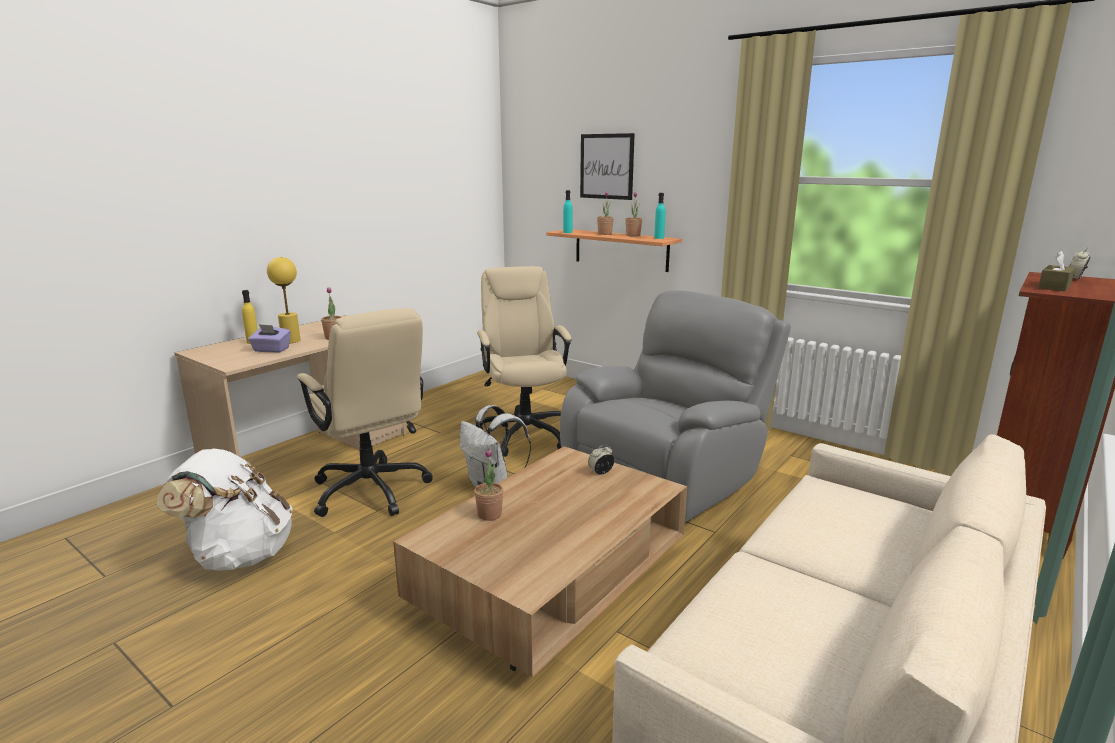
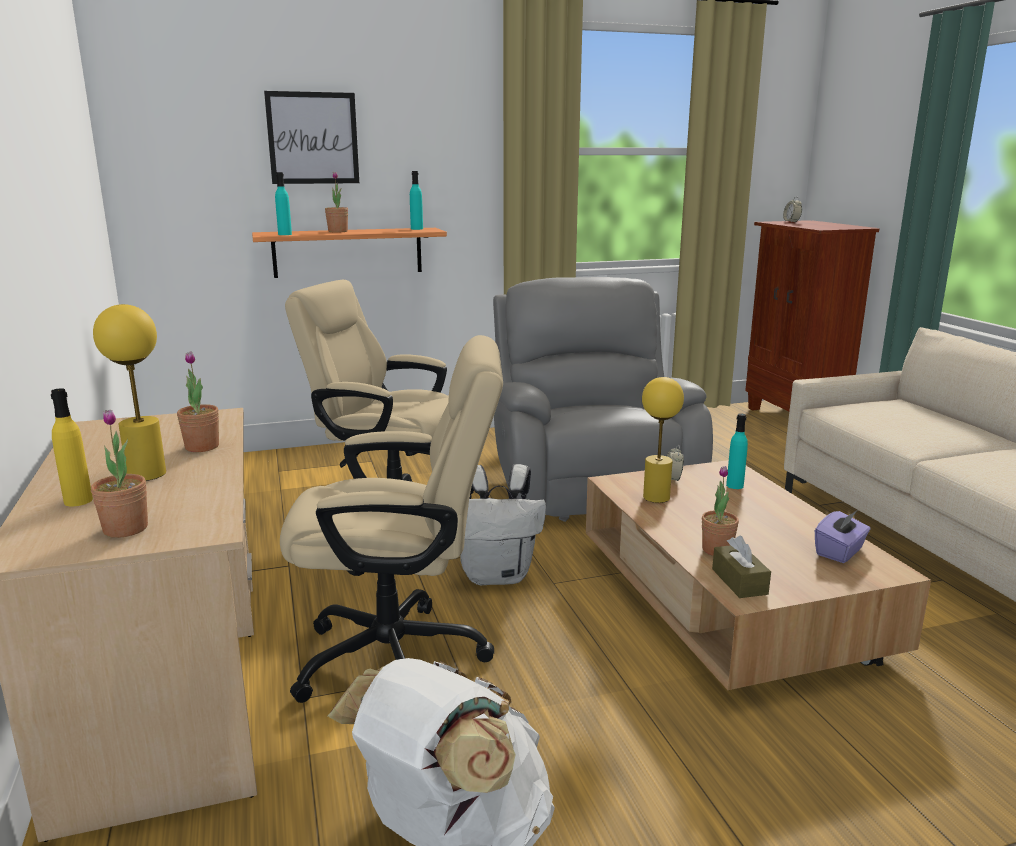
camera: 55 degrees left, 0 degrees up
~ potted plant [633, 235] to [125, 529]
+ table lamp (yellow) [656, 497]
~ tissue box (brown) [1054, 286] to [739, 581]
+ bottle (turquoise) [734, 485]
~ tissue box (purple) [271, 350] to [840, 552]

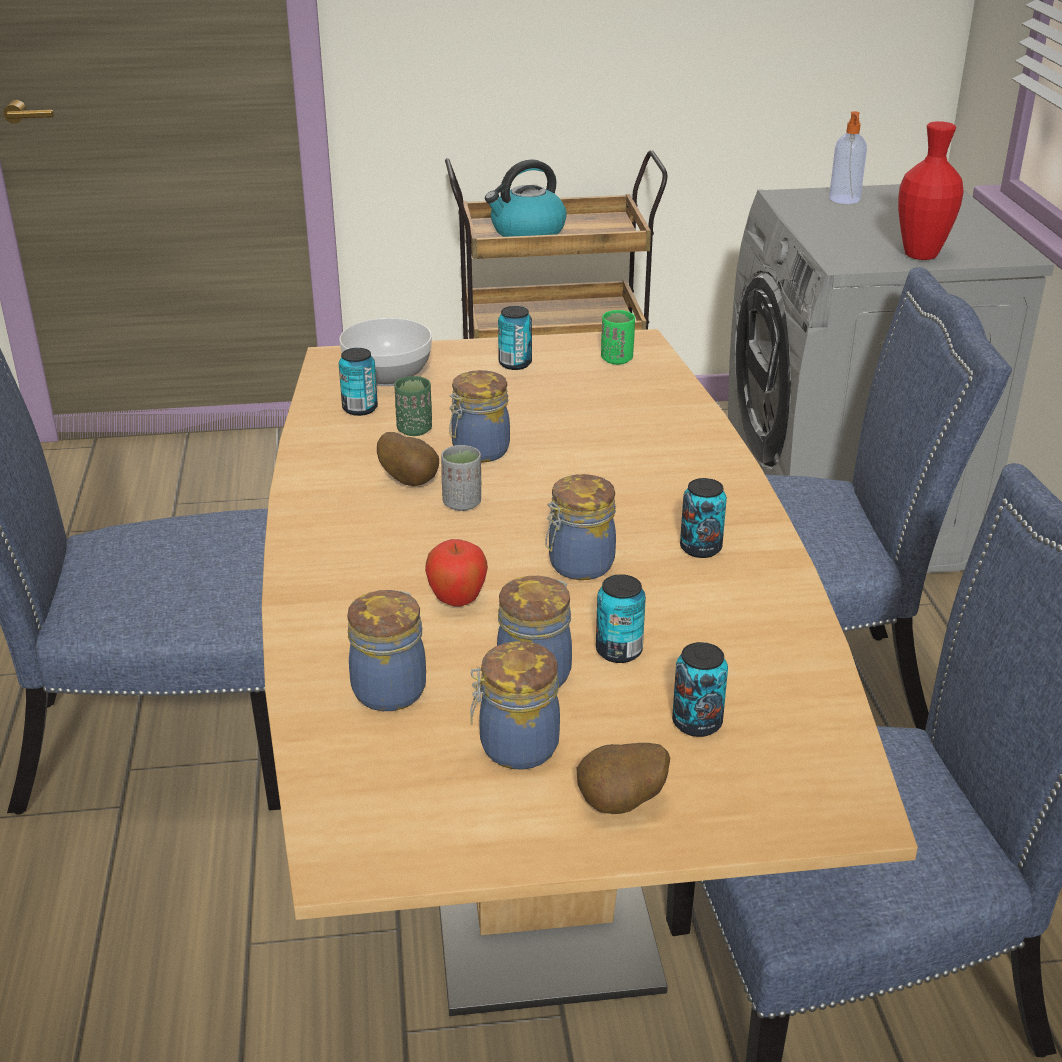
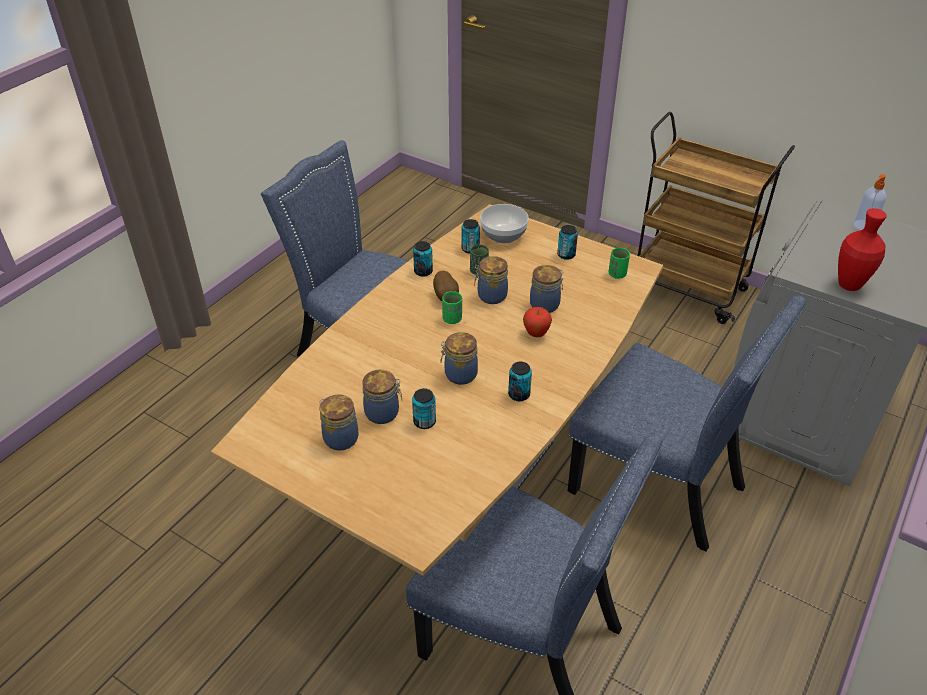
camera: 40 degrees right, 10 degrees up
~ can [697, 723] to [423, 271]
~ cup (grey) [462, 503] to cup (green) [452, 319]
~ apple [457, 601] to [536, 334]
~ jar [391, 689] to [546, 304]
- kettle [527, 232]
- potato [622, 805]

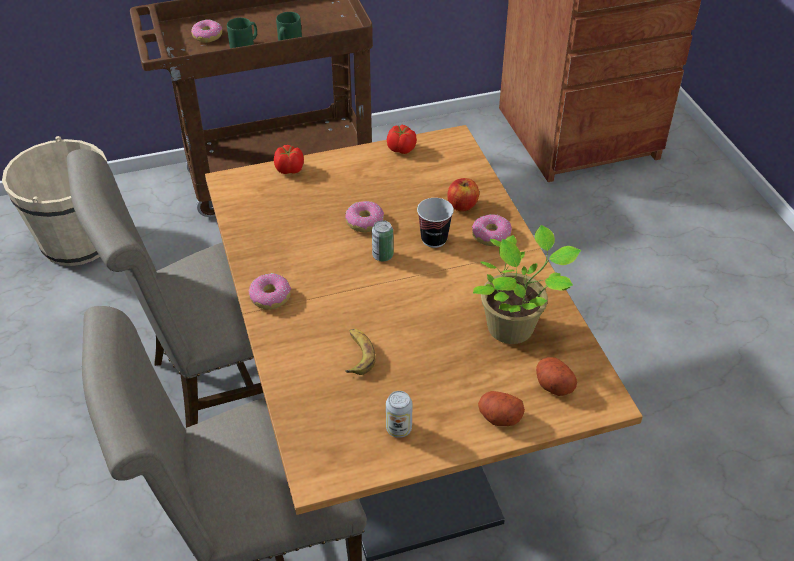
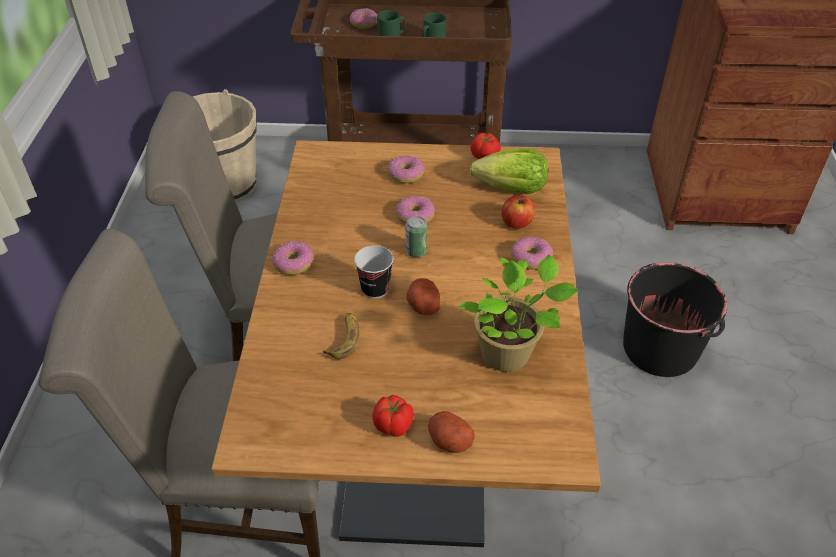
camera: 20 degrees right, 0 degrees up
~ cup [434, 239] to [375, 289]
~ tomato [290, 170] to [393, 426]
+ donut [406, 174]
~ potato [553, 384] to [423, 304]
+ lettuce [512, 189]
+ bucket (black) [661, 348]
- can [399, 428]

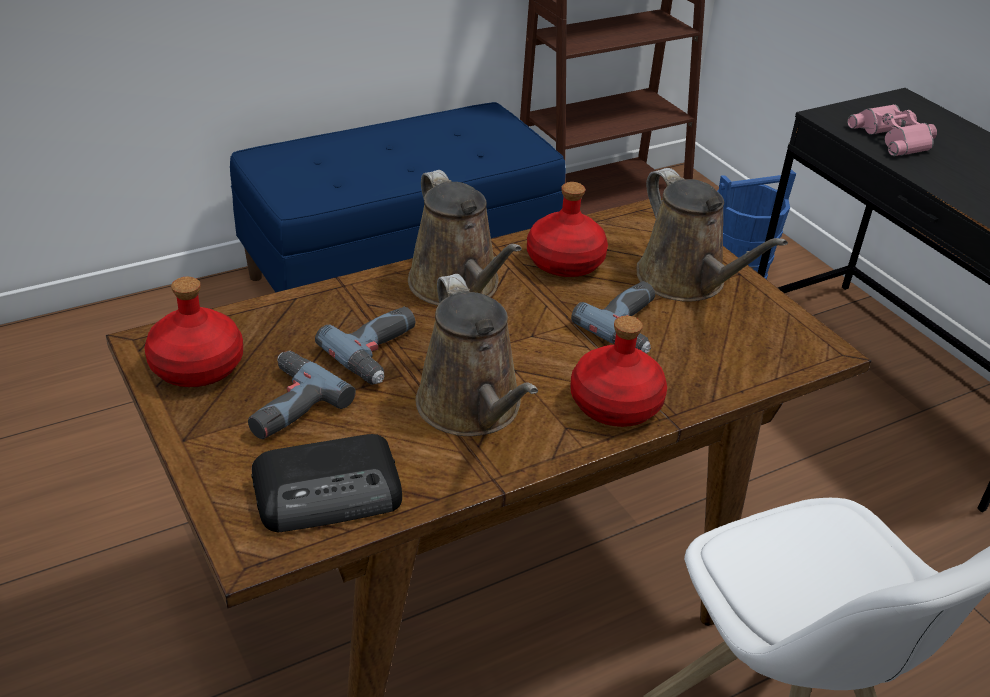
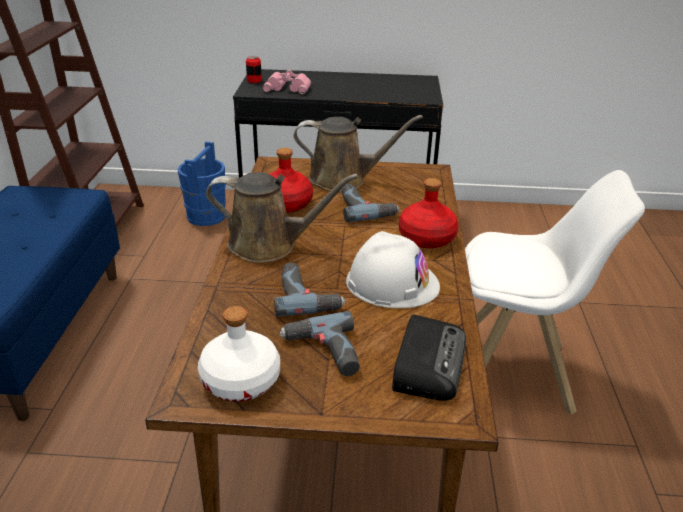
camera: 55 degrees left, 5 degrees down
~ bottle (red) [196, 367] to bottle (white) [241, 381]
+ can [254, 81]
~ watering can (brown) [473, 409] to hard hat (white) [392, 283]

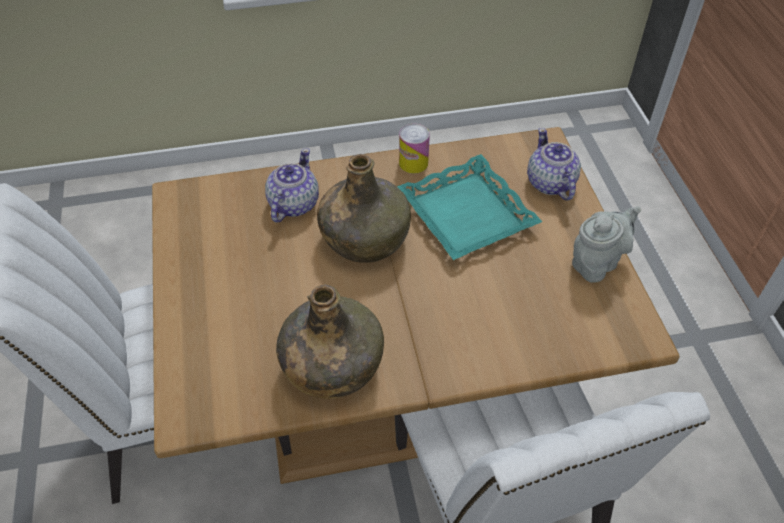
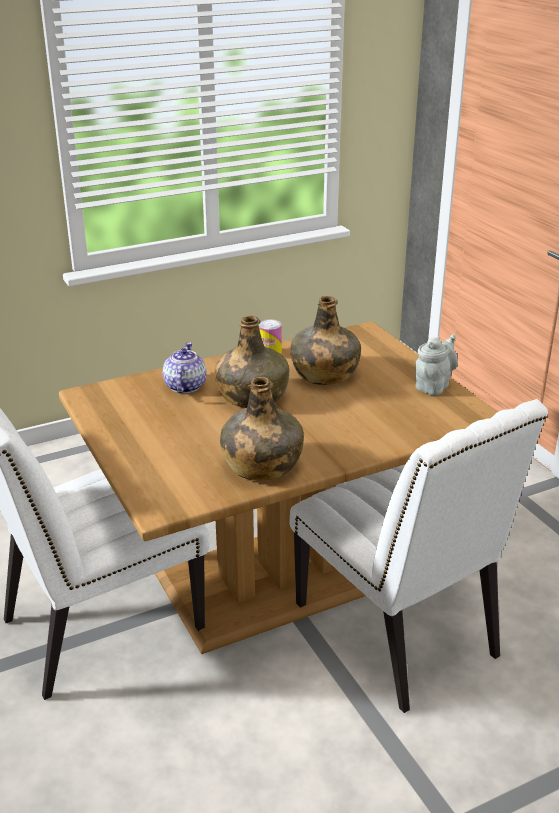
camera: 15 degrees left, 20 degrees down
~ tray (turquoise) [465, 214] to bottle (green) [324, 374]
- teapot [550, 183]

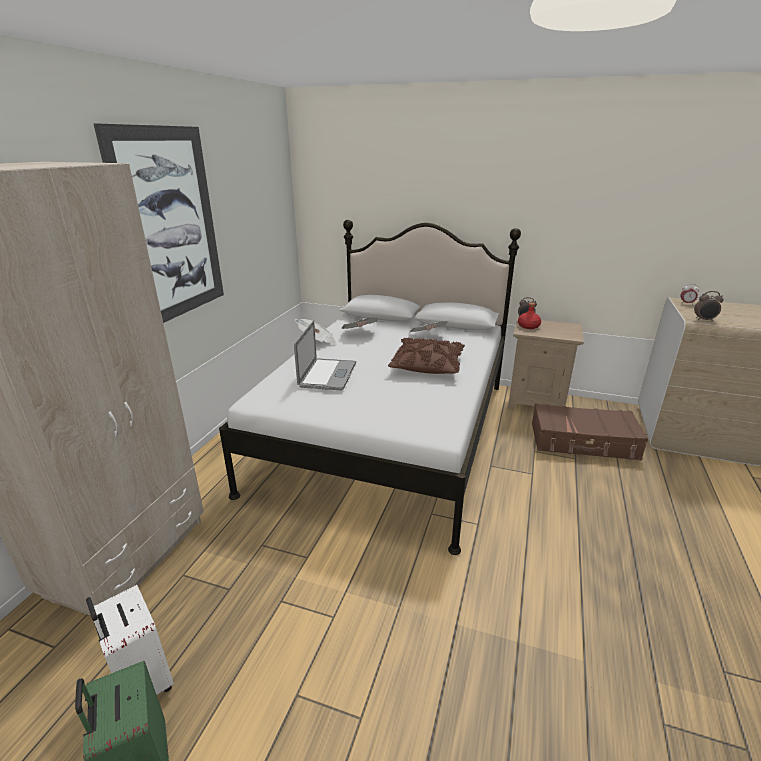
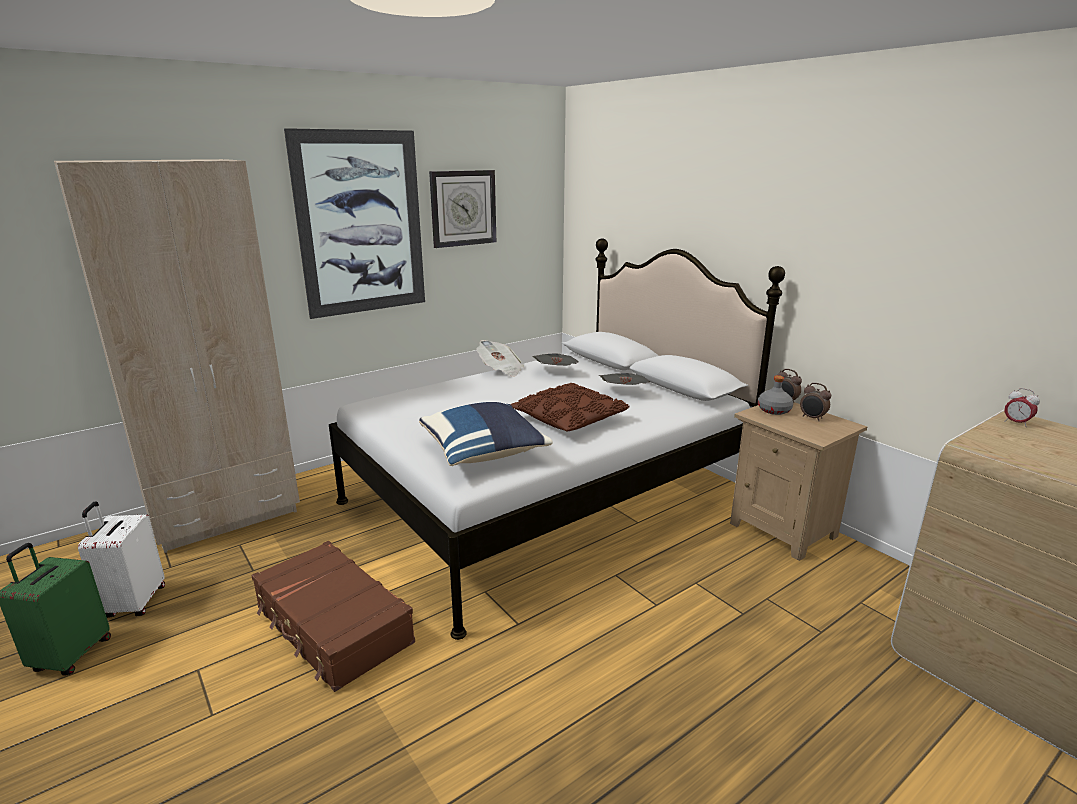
camera: 35 degrees right, 5 degrees down
~ suitcase (brown) [583, 442] to [332, 626]
+ pillow (blue) [484, 453]
+ wall clock [463, 208]
~ bottle (red) [528, 326] to bottle (grey) [774, 410]
~ alarm clock [704, 320] to [812, 418]
- laptop [328, 374]

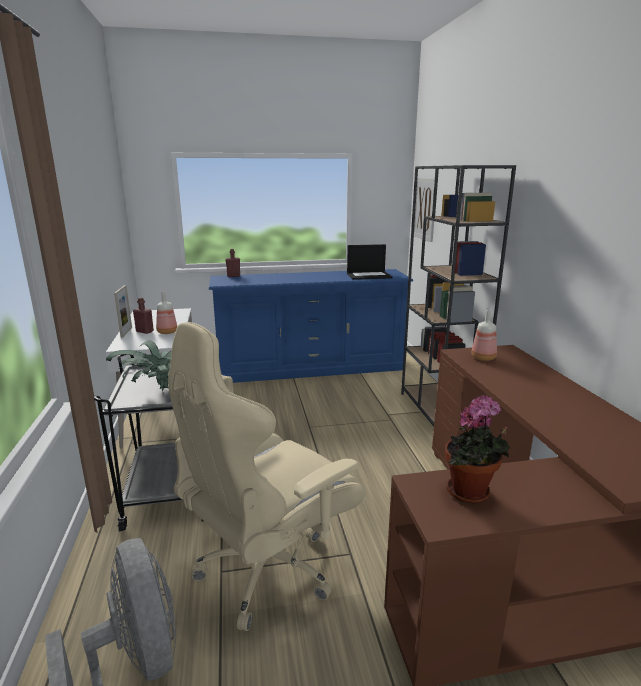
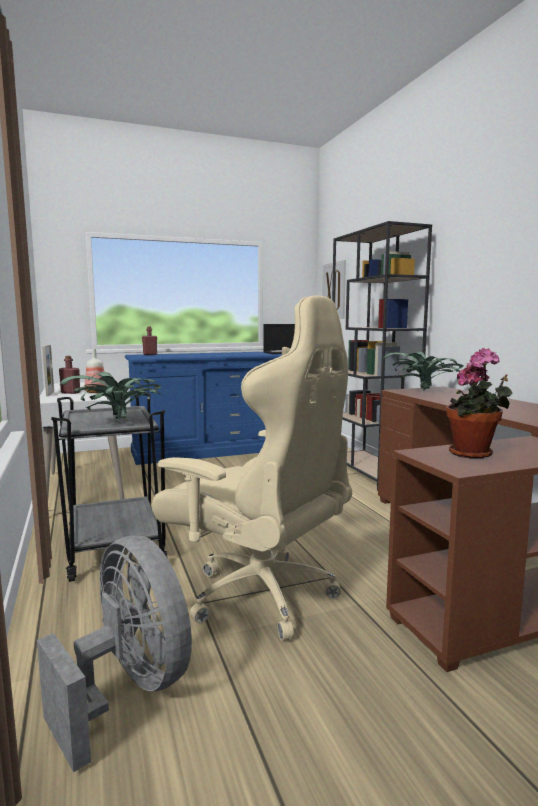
camera: 10 degrees left, 10 degrees down
~ office chair (beige) [272, 565] = [254, 593] 90 degrees counterclockwise
~ bottle [484, 358] to potted plant [424, 392]

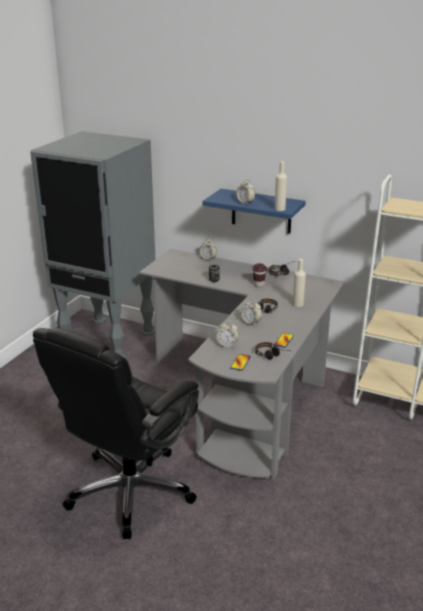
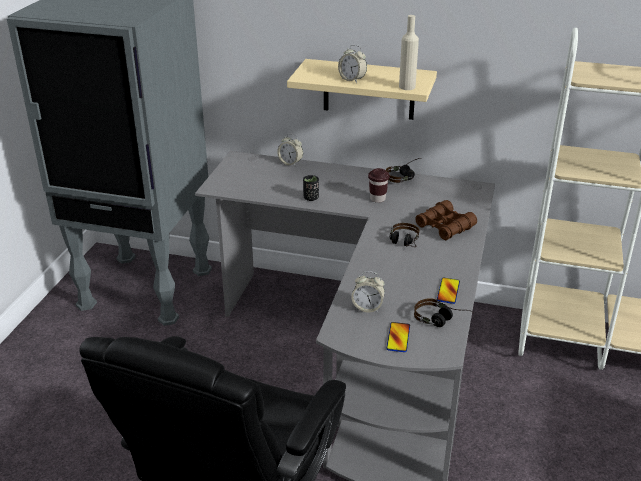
camera: 10 degrees left, 5 degrees up
~ shelf (blue) [261, 211] to shelf (beige) [369, 89]
~ bottle (beige) [298, 304] to binoculars (brown) [445, 226]
- alarm clock [251, 322]

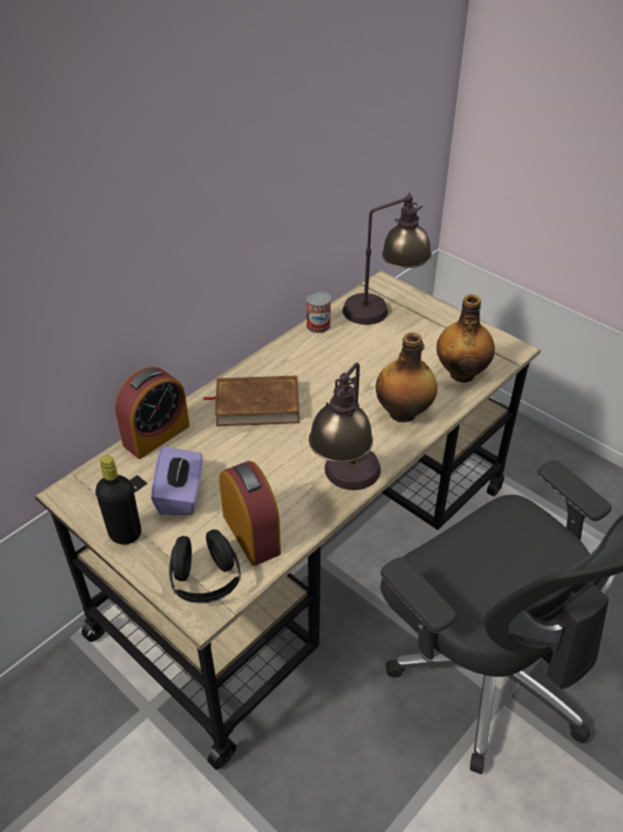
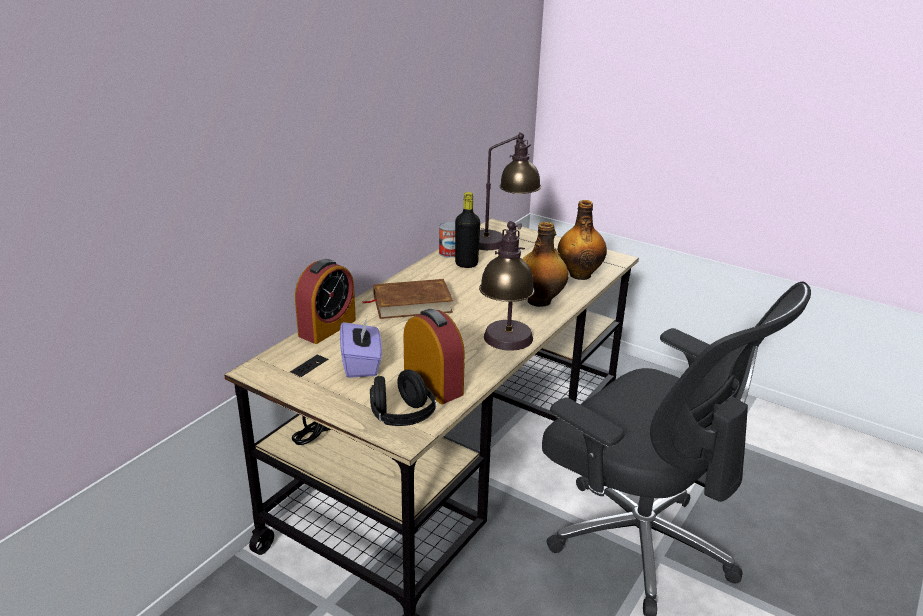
camera: 10 degrees left, 15 degrees down
~ bottle (black) [125, 534] to [466, 264]

